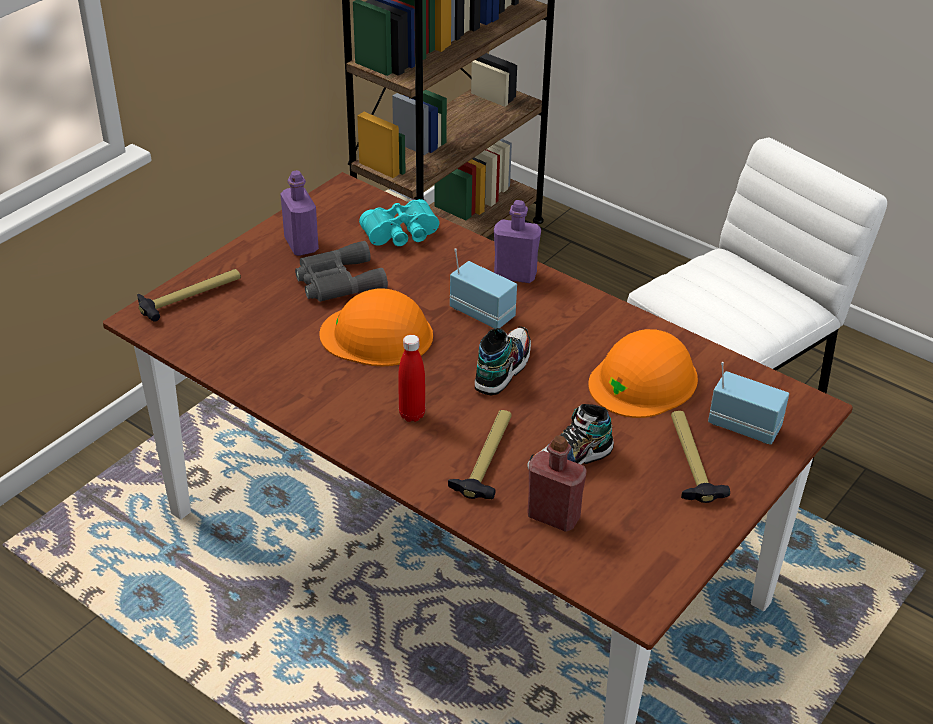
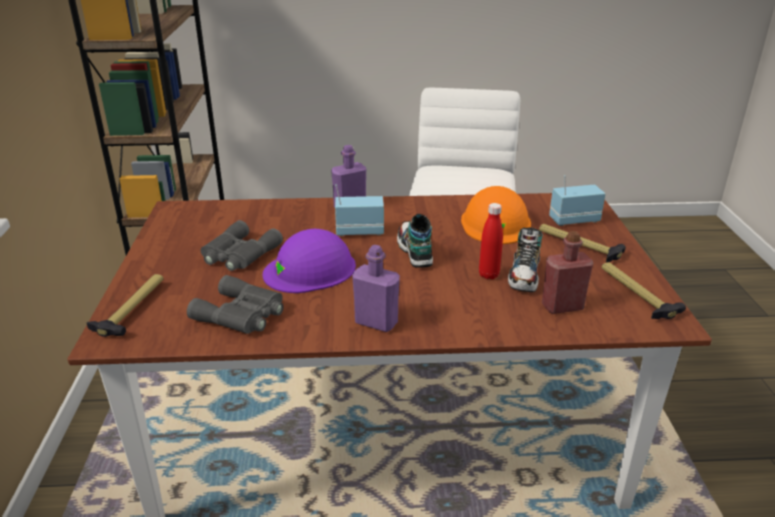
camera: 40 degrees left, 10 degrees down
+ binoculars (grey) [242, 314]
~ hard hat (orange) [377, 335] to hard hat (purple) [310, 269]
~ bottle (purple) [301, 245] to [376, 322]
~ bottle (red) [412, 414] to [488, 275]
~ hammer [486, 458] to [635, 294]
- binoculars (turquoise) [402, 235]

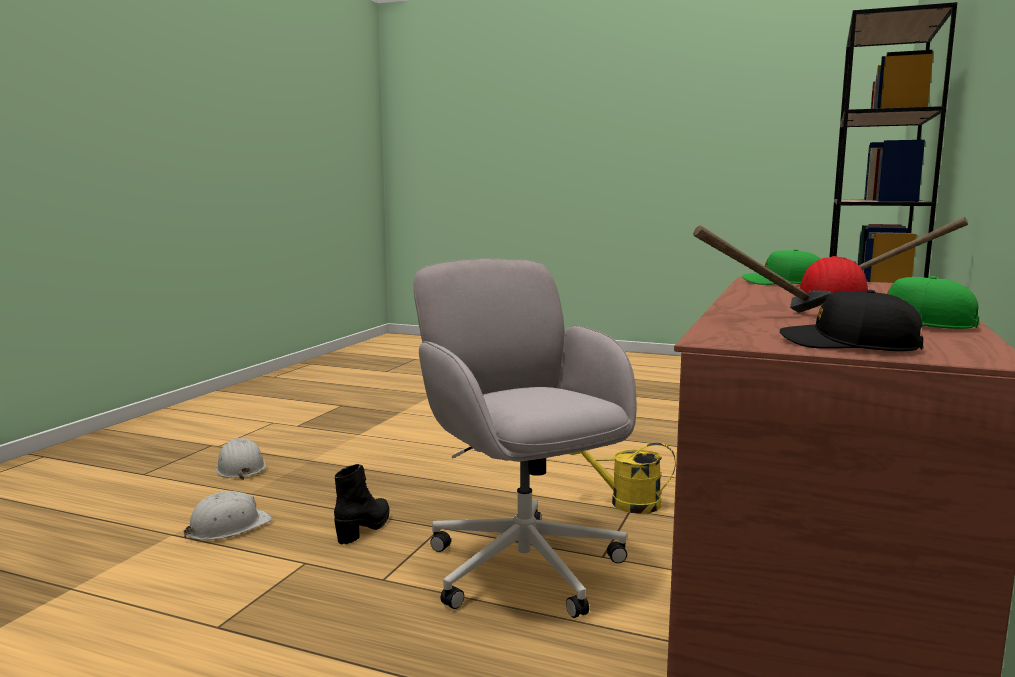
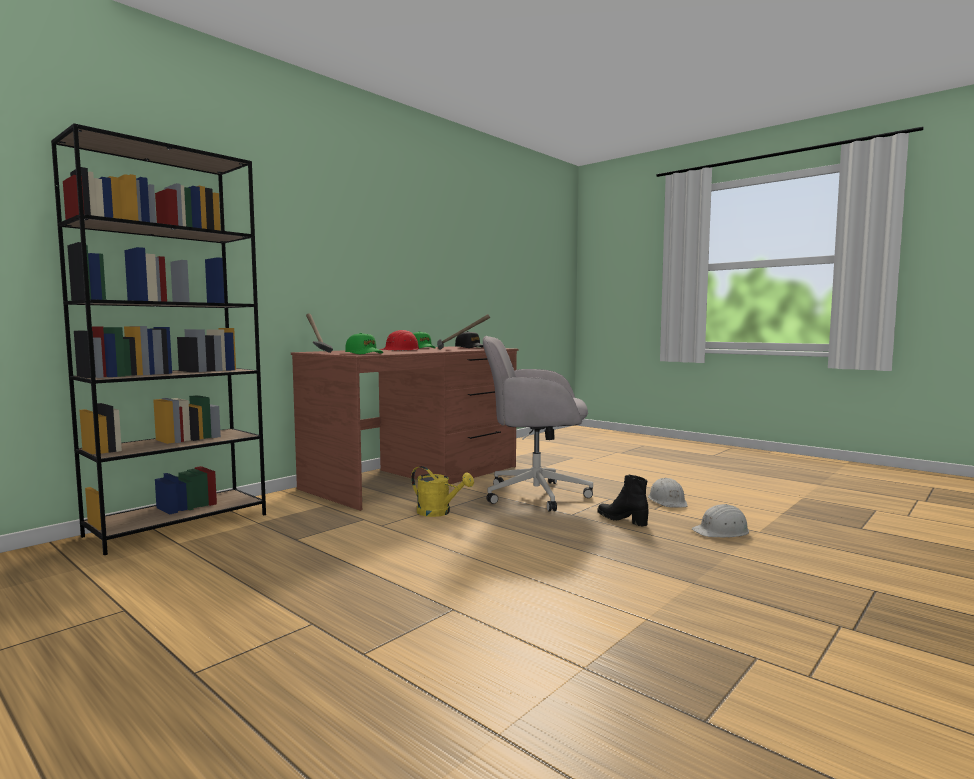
camera: 160 degrees left, 5 degrees down
~ office chair (grey) [523, 567] = [534, 495] 105 degrees clockwise
~ boot (black) [364, 528] = [622, 520] 90 degrees clockwise
~ hard hat (white) [240, 468] to [668, 501]

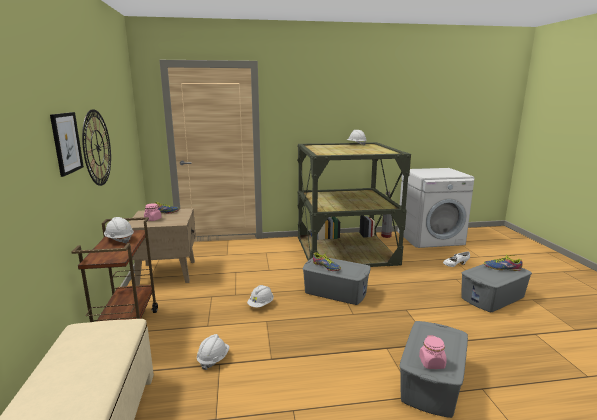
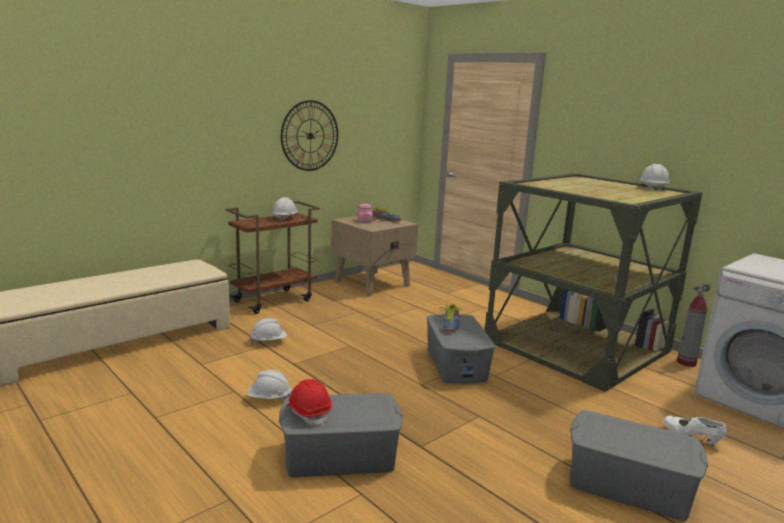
camera: 55 degrees right, 0 degrees up
~ hard hat (white) [261, 305] to [269, 398]
~ jar (pink) [432, 363] to hard hat (red) [308, 412]
- picture [66, 143]
- shoe [502, 268]

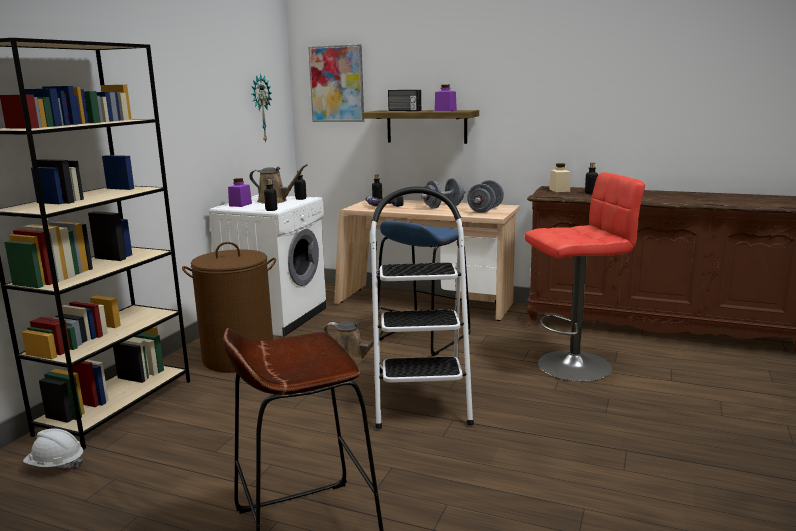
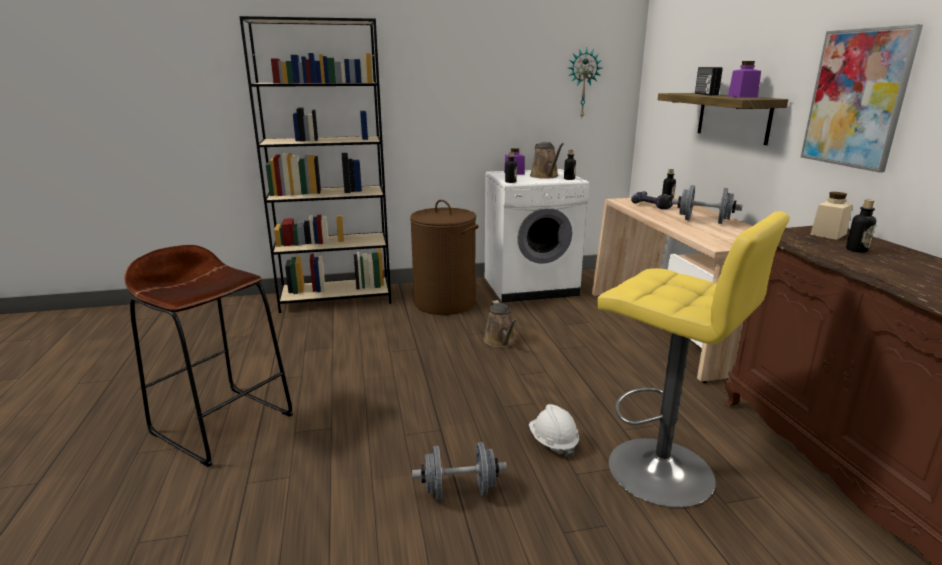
camera: 55 degrees right, 5 degrees up
~ dumbbell (grey) [485, 210] to [459, 490]
~ hard hat (white) [56, 465] to [553, 442]
~ stool (red) [575, 366] to stool (yellow) [661, 472]
~ picture [337, 84] to [856, 98]
- step ladder [421, 395]
- stool (blue) [423, 337]

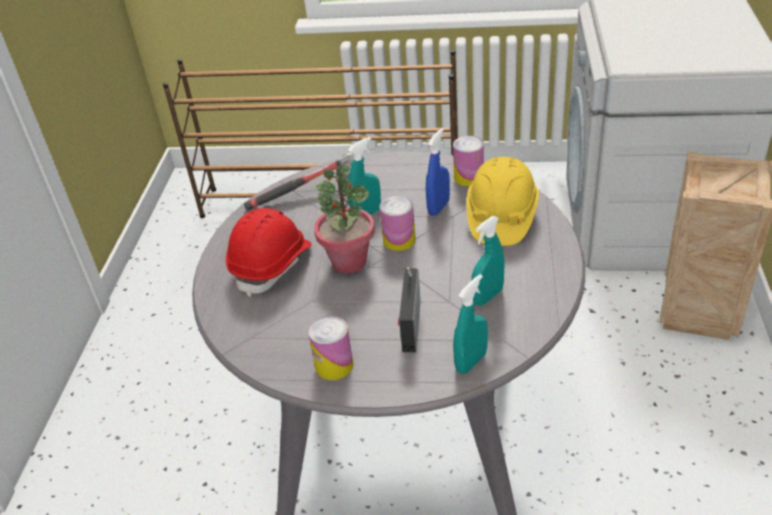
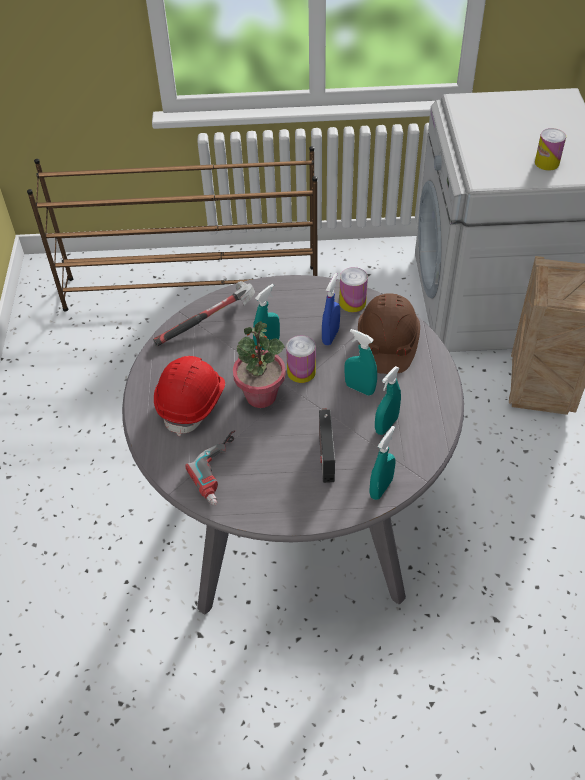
camera: 10 degrees left, 10 degrees up
+ power drill [223, 471]
+ spray bottle (turquoise) [359, 388]
~ hard hat (yellow) [501, 217] to hard hat (brown) [387, 344]
~ can [334, 365] to [547, 163]

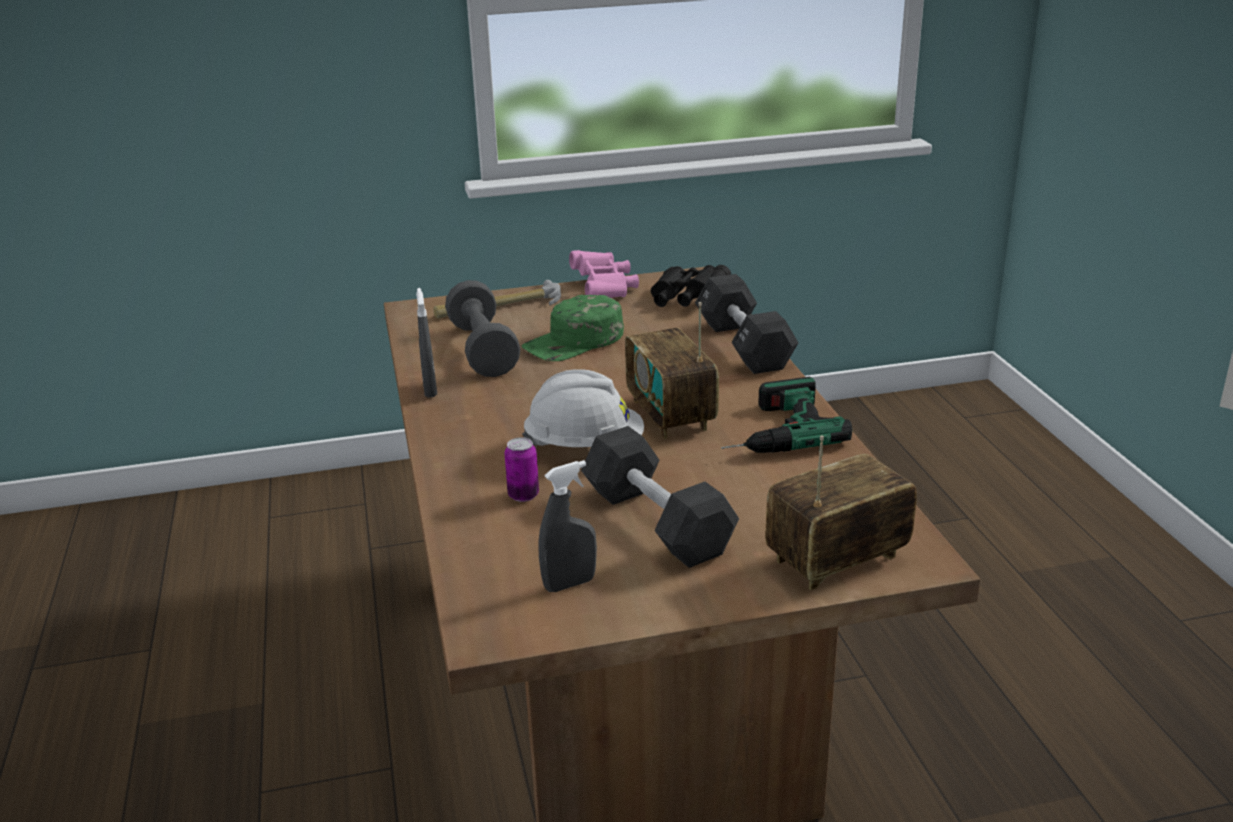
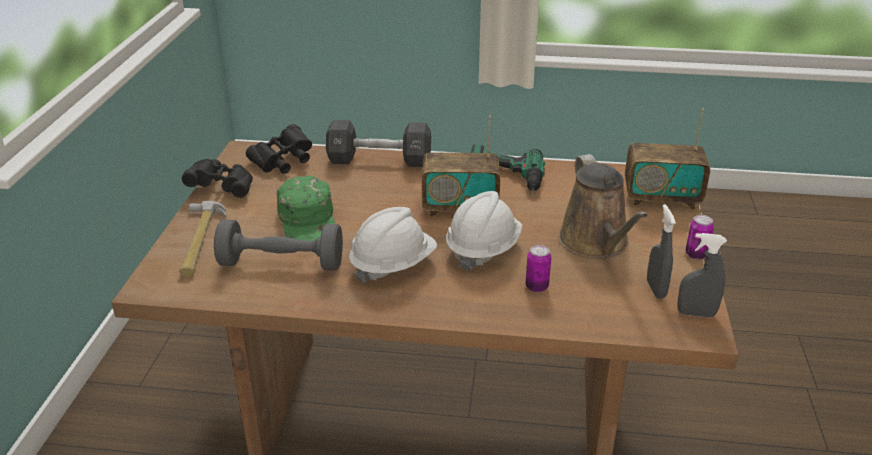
camera: 70 degrees left, 5 degrees up
~ binoculars (pink) [605, 289] to binoculars (black) [222, 188]
+ hard hat (white) [393, 265]
~ dumbbell (black) [657, 522] to watering can (brown) [596, 243]
~ radio [837, 560] = [661, 199] 75 degrees counterclockwise
~ spray bottle (grey) [430, 390] to [696, 313]
+ can [696, 255]

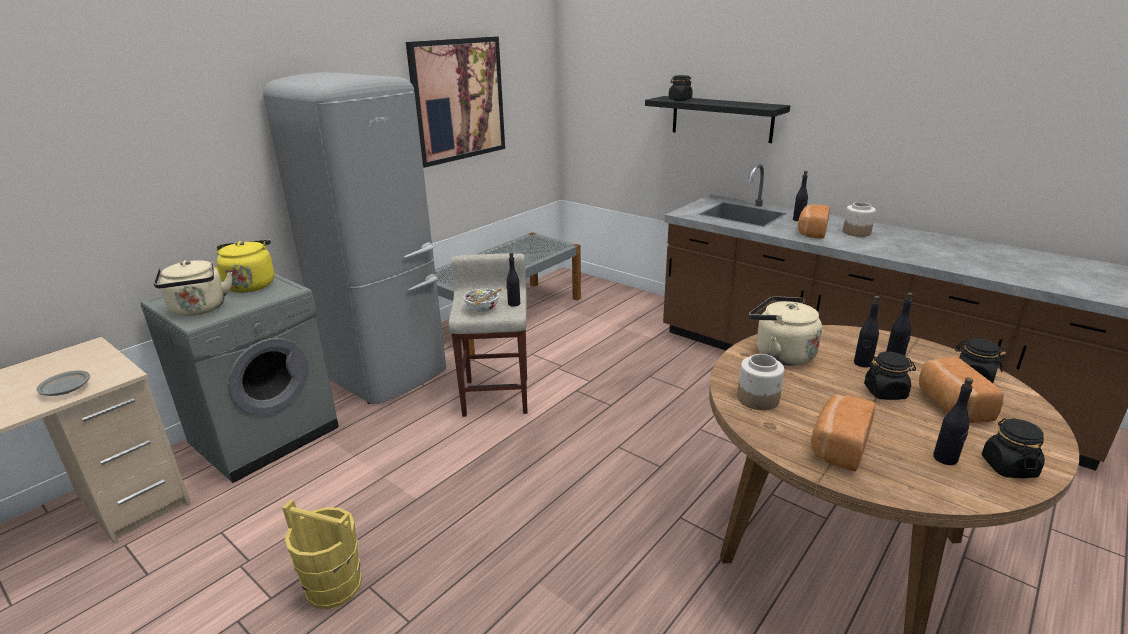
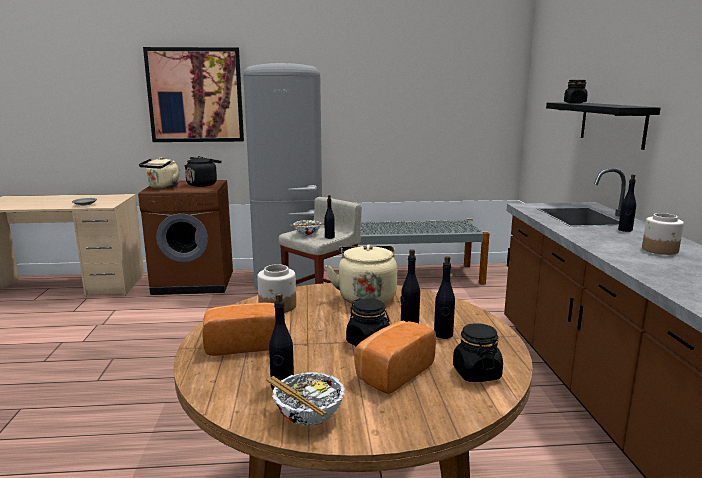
camera: 45 degrees right, 10 degrees down
~ washing machine (grey) [267, 436] to washing machine (brown) [193, 283]
~ picture [458, 100] to [195, 95]
~ kettle (yellow) [250, 285] to kettle (black) [203, 184]
~ jar (black) [1008, 467] to bowl [308, 416]
- bucket (yellow) [333, 586]
- bread [811, 232]

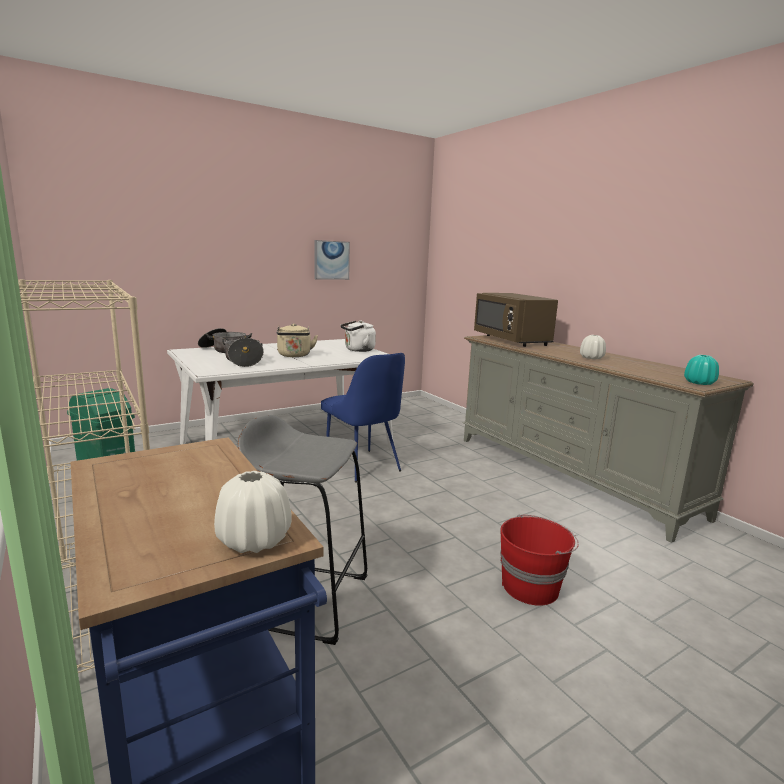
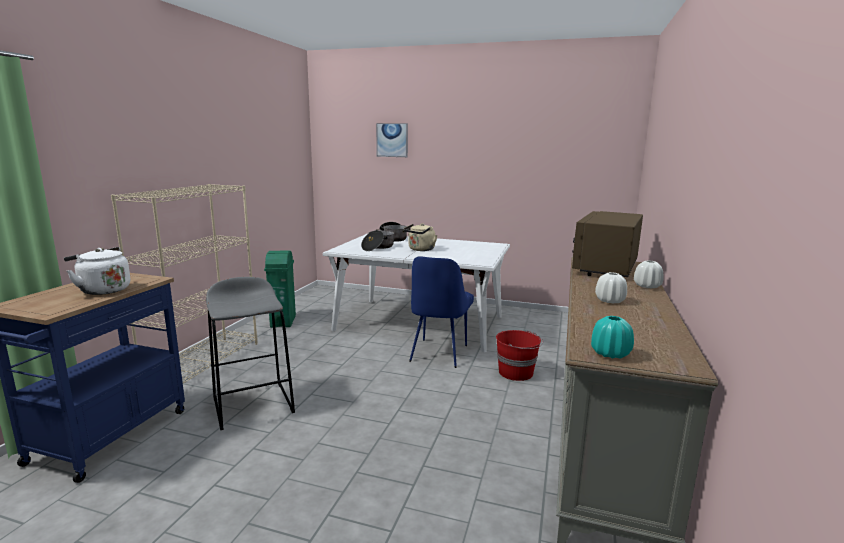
camera: 50 degrees right, 0 degrees up
~ kettle (white) [358, 350] to [103, 290]
~ picture [331, 260] to [392, 140]
~ bucket (red) [531, 587] to [516, 373]
~ vase (white) [254, 541] to [647, 286]

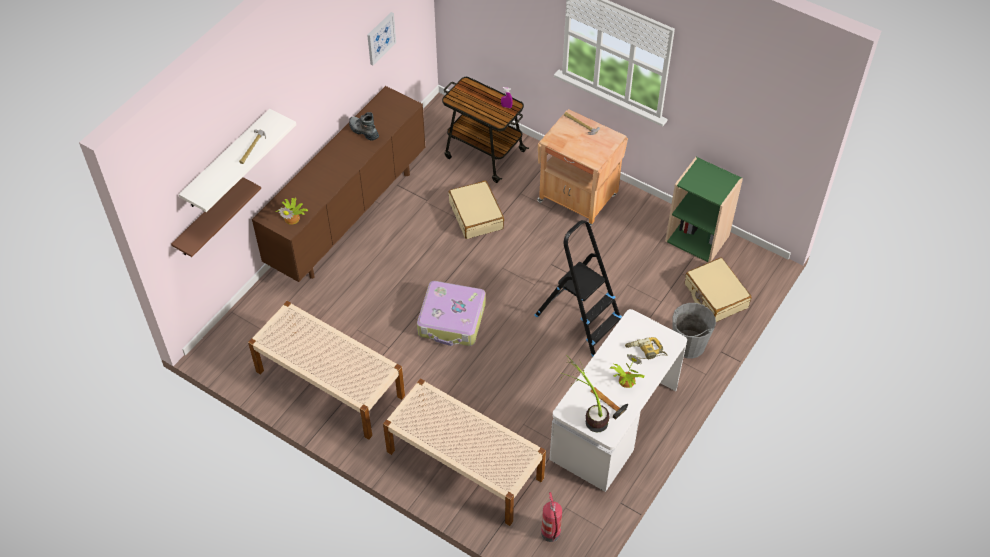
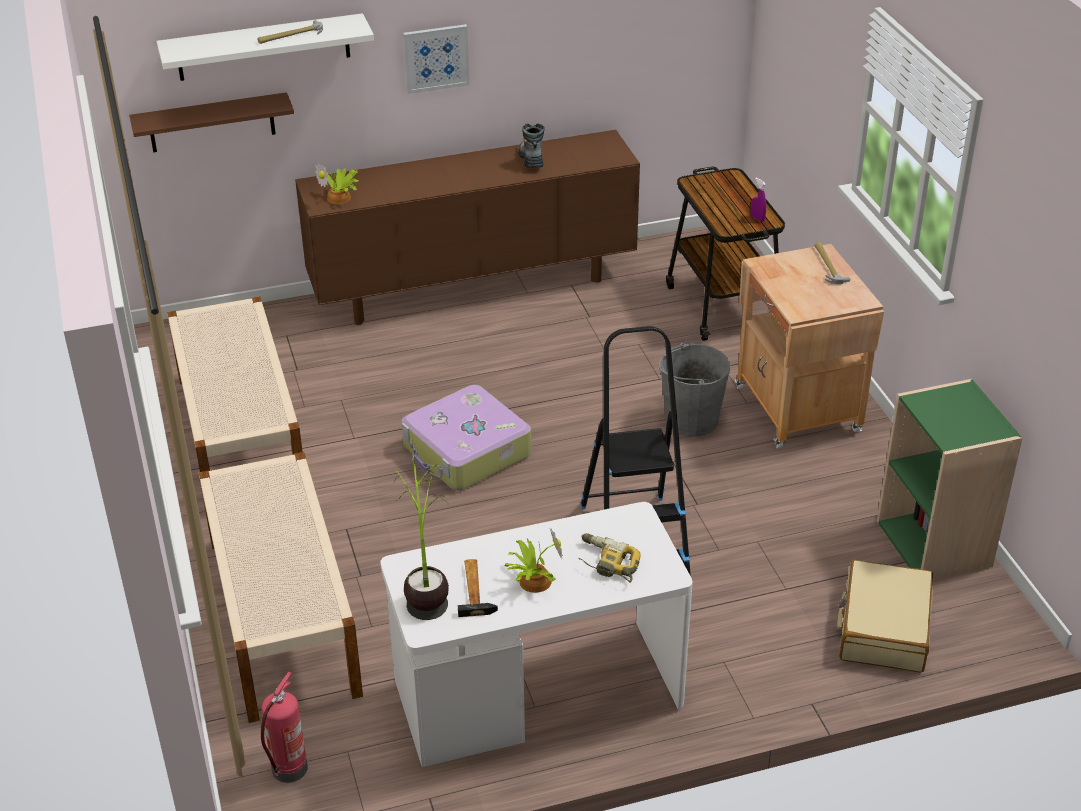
camera: 40 degrees right, 15 degrees down
~ picture [380, 38] to [436, 58]
~ bucket (grey) [688, 345] to [691, 419]
- suitcase (beige) [476, 215]

